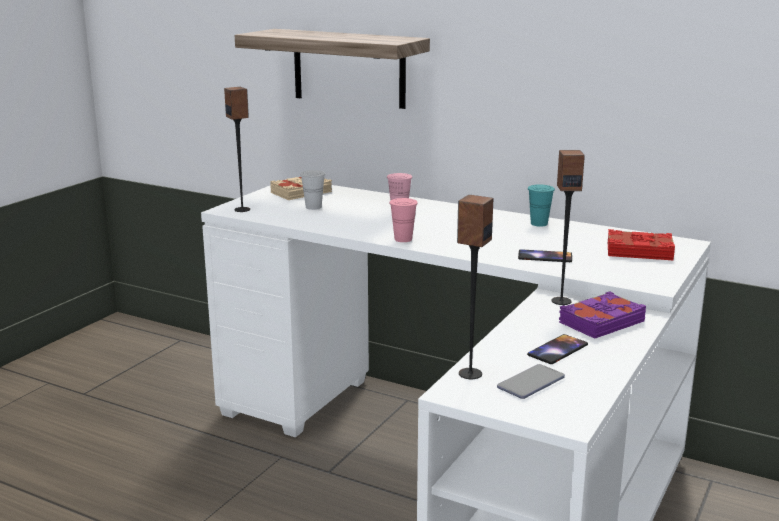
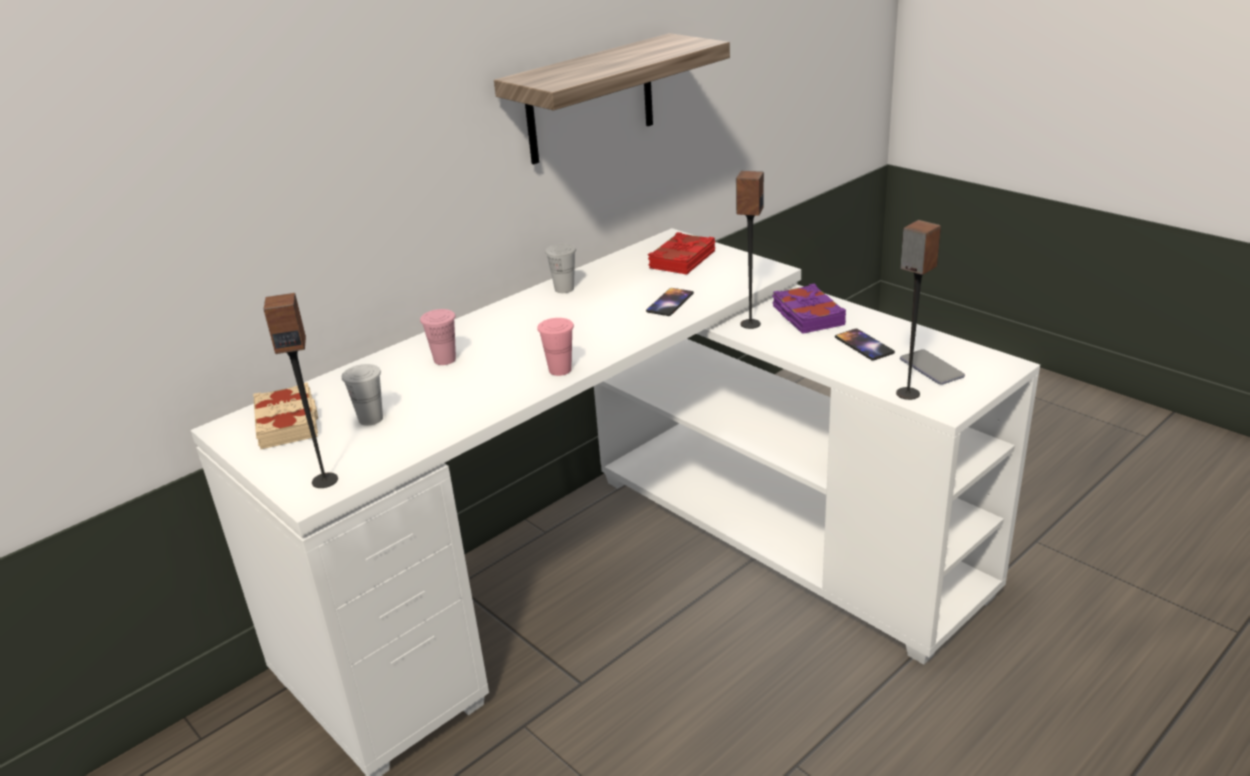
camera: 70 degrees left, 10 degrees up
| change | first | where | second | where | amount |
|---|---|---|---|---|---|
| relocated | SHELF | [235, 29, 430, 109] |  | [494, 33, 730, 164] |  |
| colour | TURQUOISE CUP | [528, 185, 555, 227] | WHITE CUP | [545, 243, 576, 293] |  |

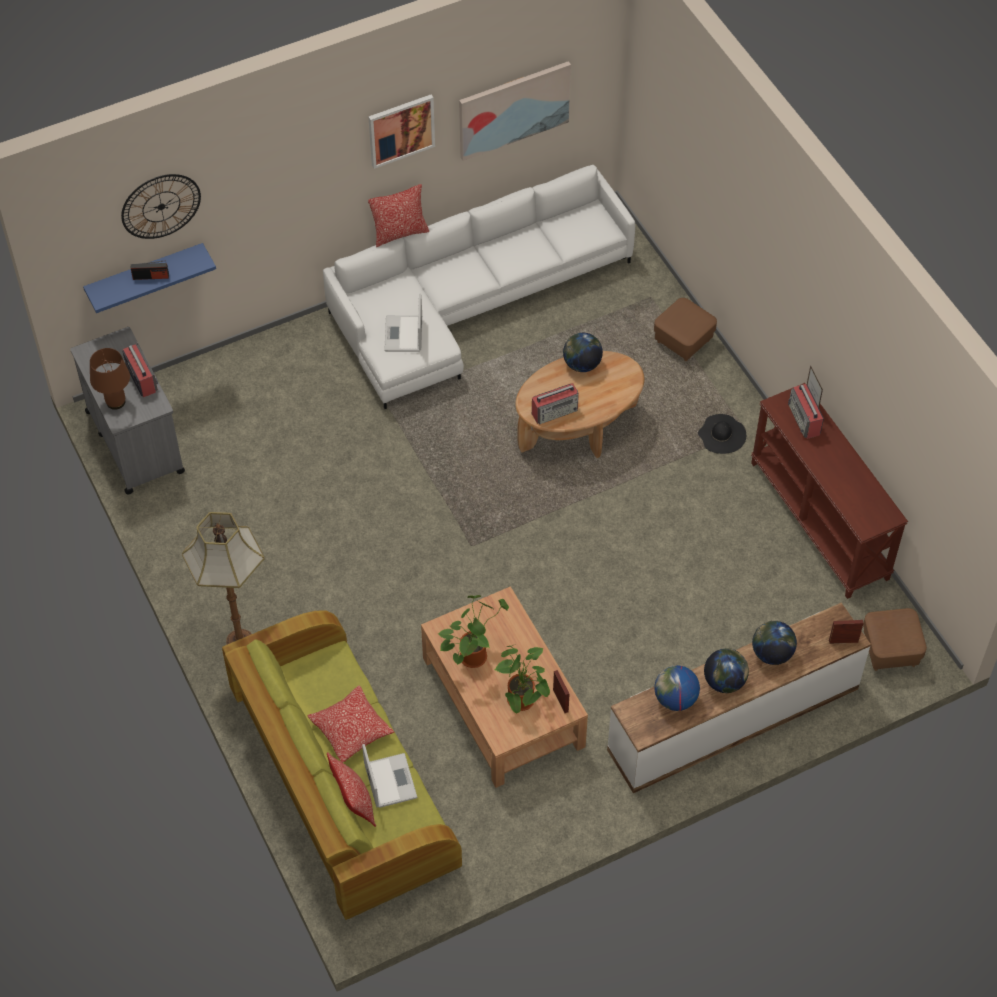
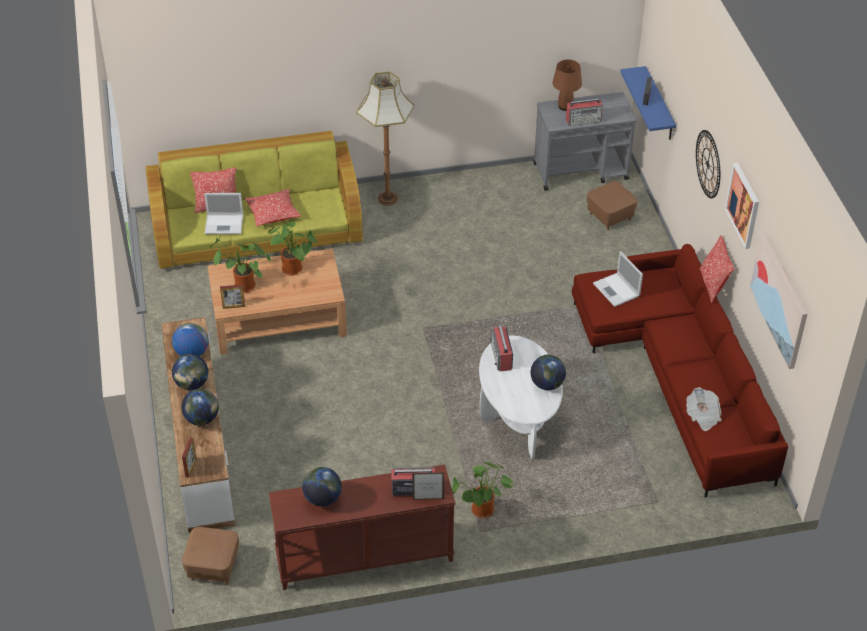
camera: 105 degrees right, 10 degrees down
| change | first | where | second | where | amount |
|---|---|---|---|---|---|
| relocated | WALL CLOCK | [121, 174, 201, 239] |  | [696, 130, 720, 198] |  |
| colour | WHITE SOFA | [323, 165, 635, 409] | RED SOFA | [572, 244, 788, 497] |  |
| spun | LAPTOP | [384, 293, 422, 352] |  | [593, 251, 643, 307] | 135 degrees counterclockwise |
| colour | BROWN COFFEE TABLE | [515, 351, 644, 458] | WHITE COFFEE TABLE | [479, 335, 563, 459] |  |
| relocated | BROWN OTTOMAN | [654, 298, 717, 361] |  | [587, 181, 637, 230] |  |
| exchanged | BLACK HAT | [698, 414, 746, 454] | POTTED PLANT | [452, 462, 514, 518] |  |
| appeared |  |  | GLOBE | [302, 467, 342, 507] |  |
| appeared |  |  | NEWSPAPER | [686, 387, 722, 431] |  |

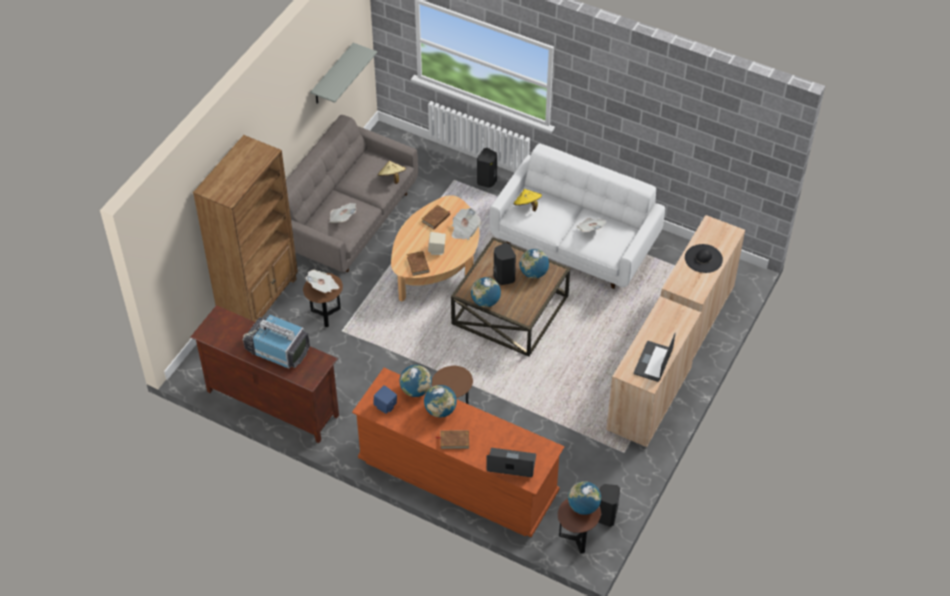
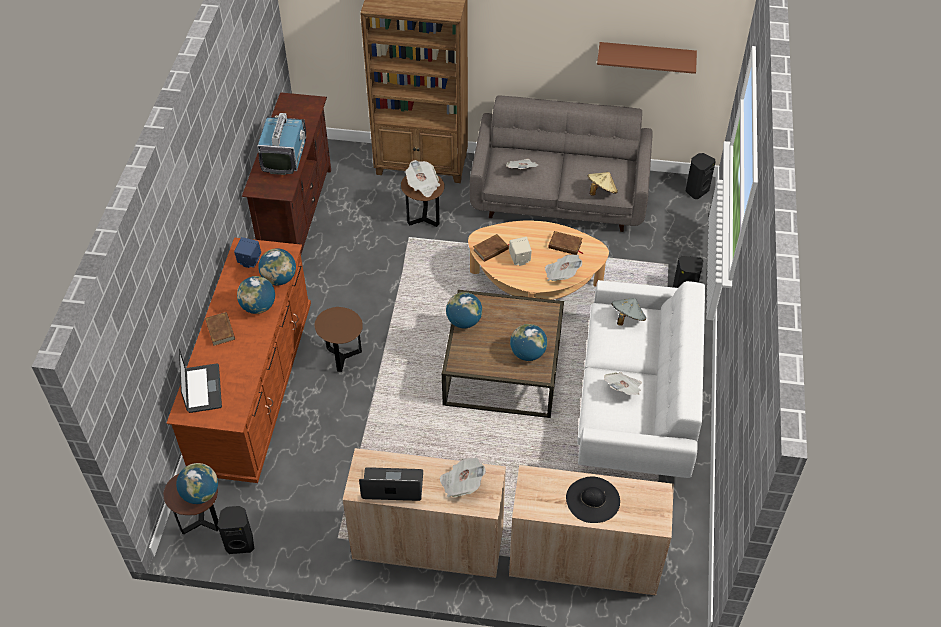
camera: 70 degrees right, 0 degrees up
| change | first | where | second | where | amount |
|---|---|---|---|---|---|
| colour | GREY SHELF | [310, 43, 377, 103] | BROWN SHELF | [597, 42, 697, 74] |  |
| relocated | BLACK SPEAKER | [493, 243, 516, 285] |  | [685, 153, 716, 199] |  |
| colour | YELLOW HAT | [513, 189, 542, 212] | GREY HAT | [612, 298, 646, 326] |  |
| appeared |  |  | NEWSPAPER | [440, 458, 486, 498] |  |

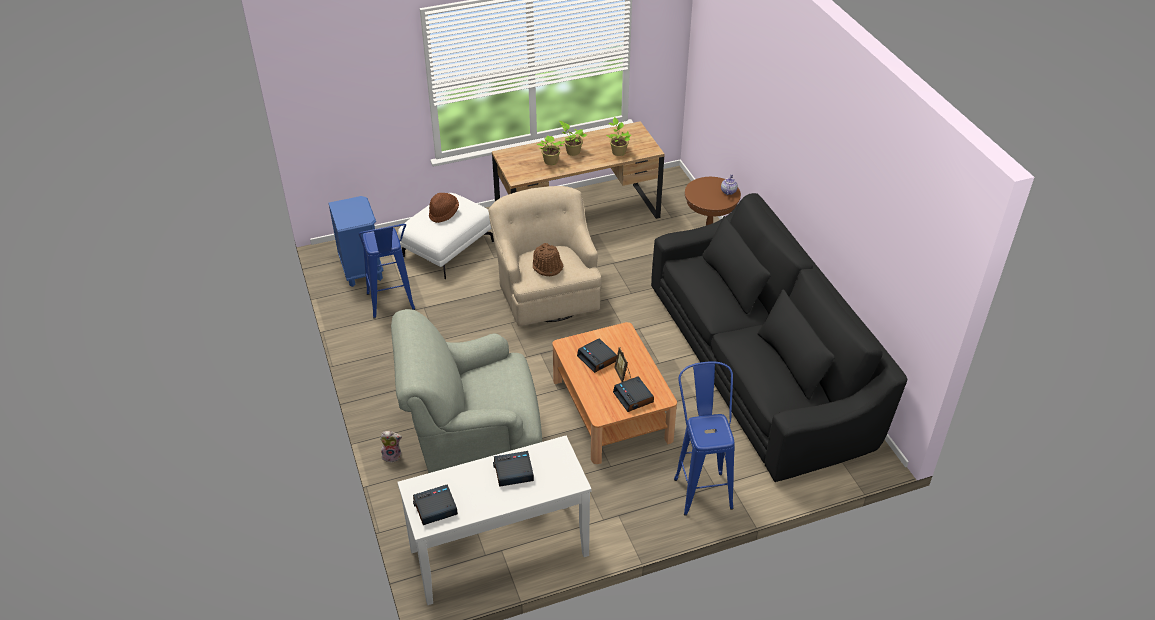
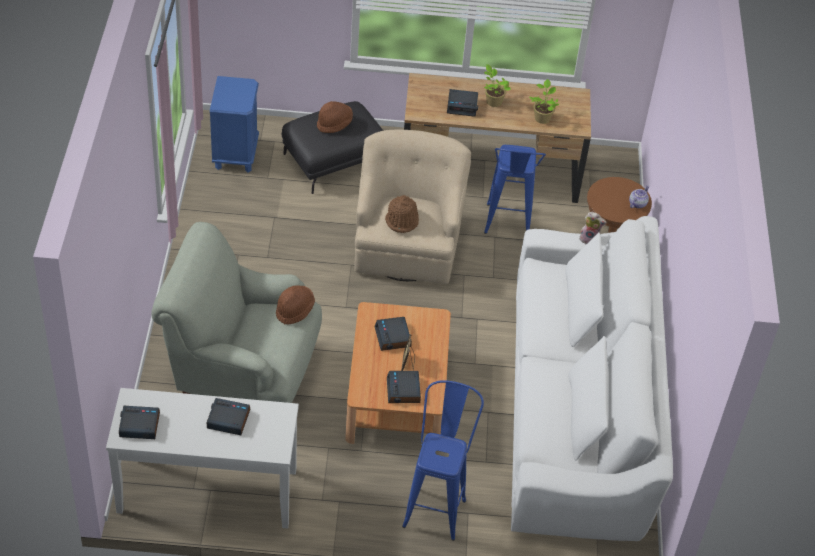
camera: 20 degrees right, 5 degrees up
| change | first | where | second | where | amount |
|---|---|---|---|---|---|
| relocated | BLUE STOOL | [359, 224, 415, 319] |  | [484, 145, 546, 234] |  |
| relocated | PLUSH TOY | [380, 431, 402, 463] |  | [579, 212, 607, 244] |  |
| colour | WHITE OTTOMAN | [398, 193, 494, 279] | BLACK OTTOMAN | [282, 101, 383, 194] |  |
| exchanged | POTTED PLANT | [536, 135, 565, 165] | ALARM CLOCK | [447, 89, 478, 117] |  |
| colour | BLACK SOFA | [651, 193, 907, 482] | WHITE SOFA | [511, 216, 673, 541] |  |
| appeared |  |  | BROWN HAT | [276, 285, 315, 325] |  |

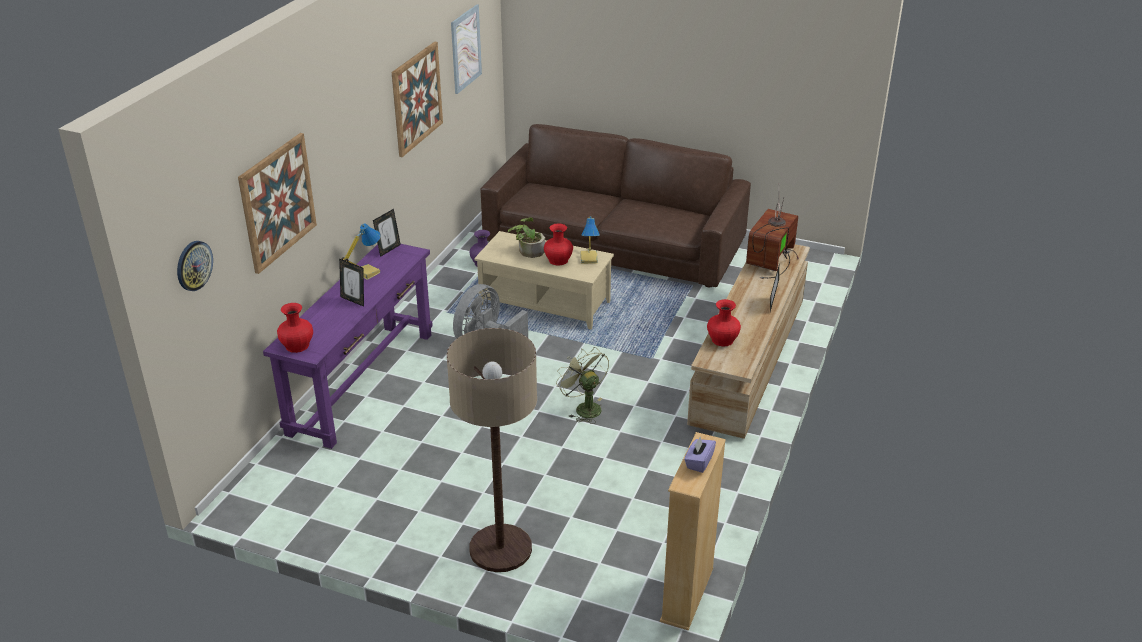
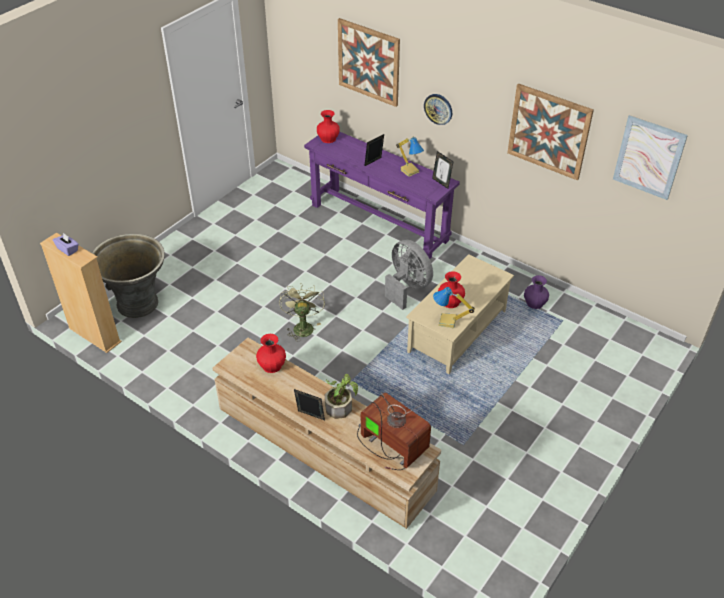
camera: 105 degrees right, 10 degrees up
| change | first | where | second | where | amount |
|---|---|---|---|---|---|
| relocated | WALL CLOCK | [177, 241, 213, 291] |  | [424, 94, 452, 125] |  |
| missing | FLOOR LAMP | [447, 328, 537, 572] |  |  |  |
| missing | BROWN SOFA | [480, 124, 751, 287] |  |  |  |
| relocated | POTTED PLANT | [508, 217, 545, 258] |  | [325, 374, 358, 419] |  |
| spun | GREEN FAN | [556, 347, 609, 424] |  | [279, 283, 325, 342] | 75 degrees counterclockwise |
| appeared |  |  | GREY PLANTER | [92, 234, 165, 318] |  |

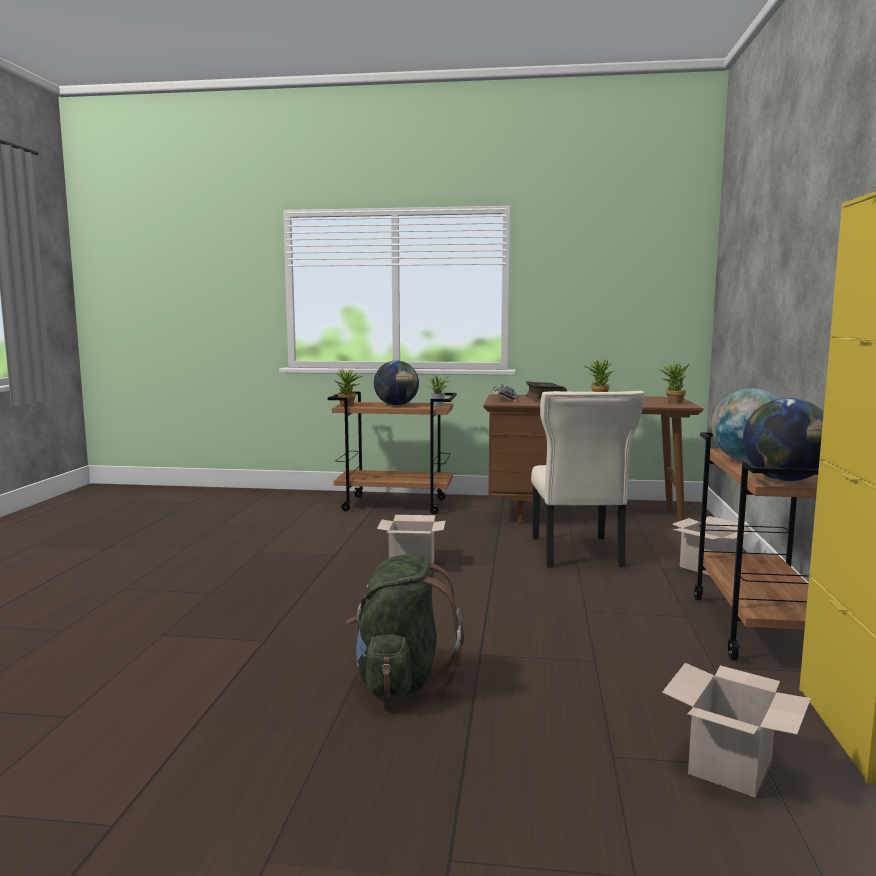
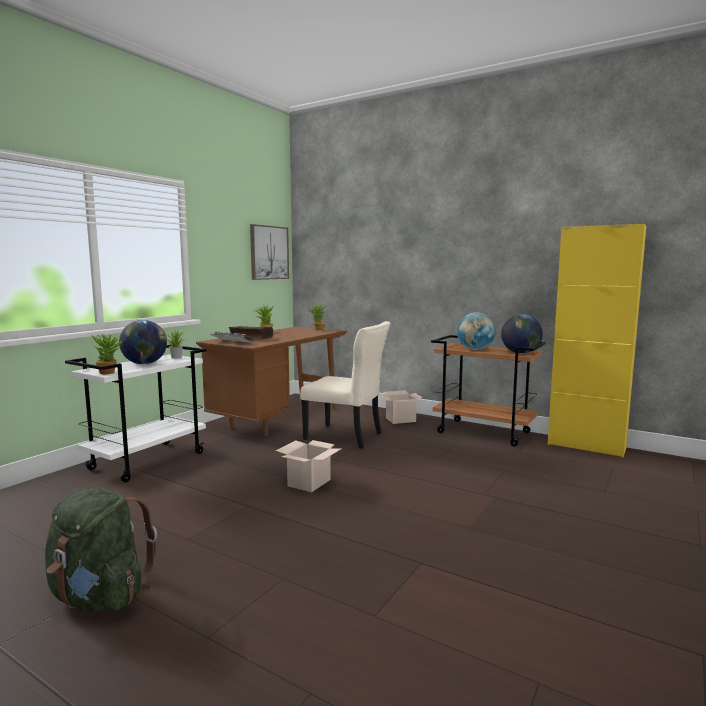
camera: 65 degrees left, 0 degrees up
| change | first | where | second | where | amount |
|---|---|---|---|---|---|
| colour | BROWN CART | [328, 392, 457, 514] | WHITE CART | [65, 345, 206, 483] |  |
| relocated | GREEN BACKPACK | [346, 554, 464, 697] |  | [45, 487, 157, 612] |  |
| missing | CARDBOARD BOX | [662, 663, 811, 797] |  |  |  |
| appeared |  |  | PICTURE | [250, 224, 289, 280] |  |

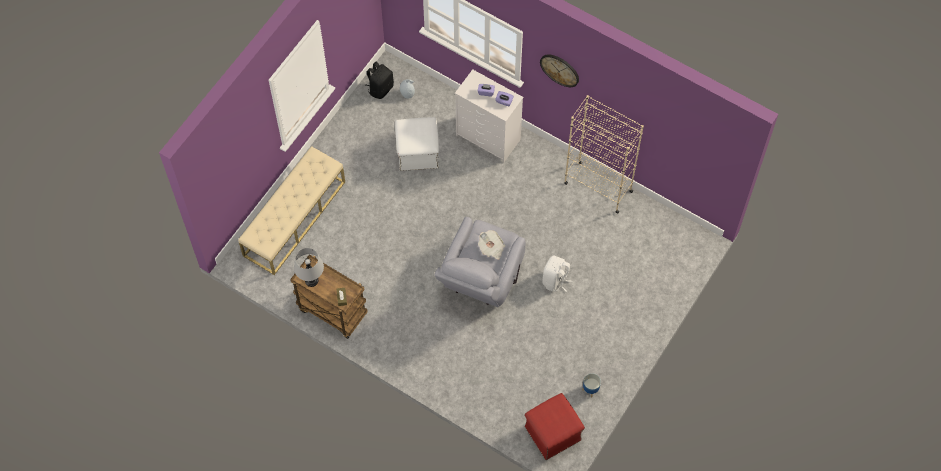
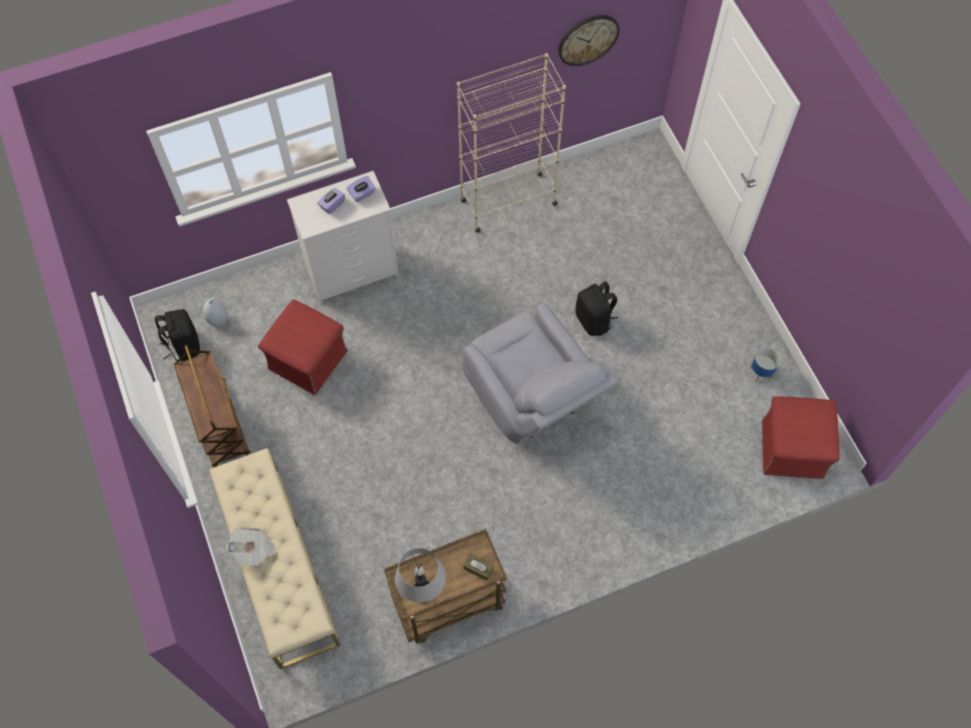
camera: 55 degrees left, 0 degrees up
| change | first | where | second | where | amount |
|---|---|---|---|---|---|
| colour | WHITE OTTOMAN | [395, 117, 439, 171] | RED OTTOMAN | [258, 299, 348, 395] |  |
| relocated | NEWSPAPER | [478, 230, 505, 260] |  | [226, 527, 277, 567] |  |
| relocated | WALL CLOCK | [540, 55, 579, 87] |  | [558, 15, 619, 66] |  |
| colour | WHITE BACKPACK | [542, 256, 572, 292] | BLACK BACKPACK | [575, 281, 618, 336] |  |
| appeared |  |  | BROWN CART | [174, 344, 250, 468] |  |

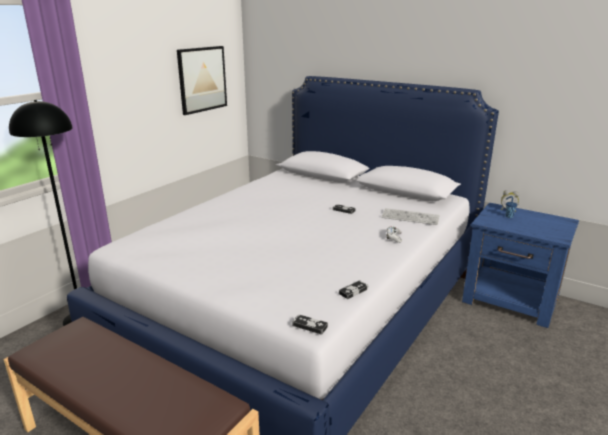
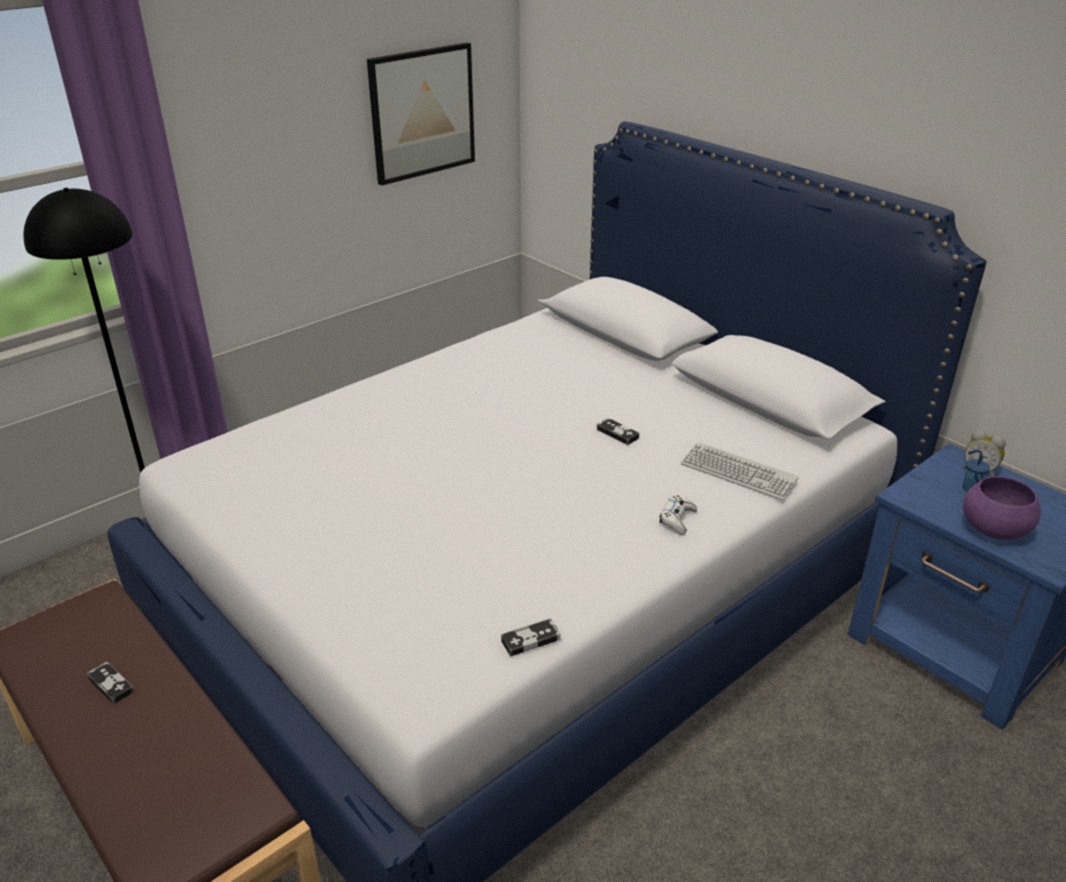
camera: 15 degrees right, 10 degrees up
| change | first | where | second | where | amount |
|---|---|---|---|---|---|
| relocated | GAME CONTROLLER | [292, 314, 328, 335] |  | [86, 662, 134, 704] |  |
| appeared |  |  | PURPLE BOWL | [963, 476, 1041, 540] |  |

